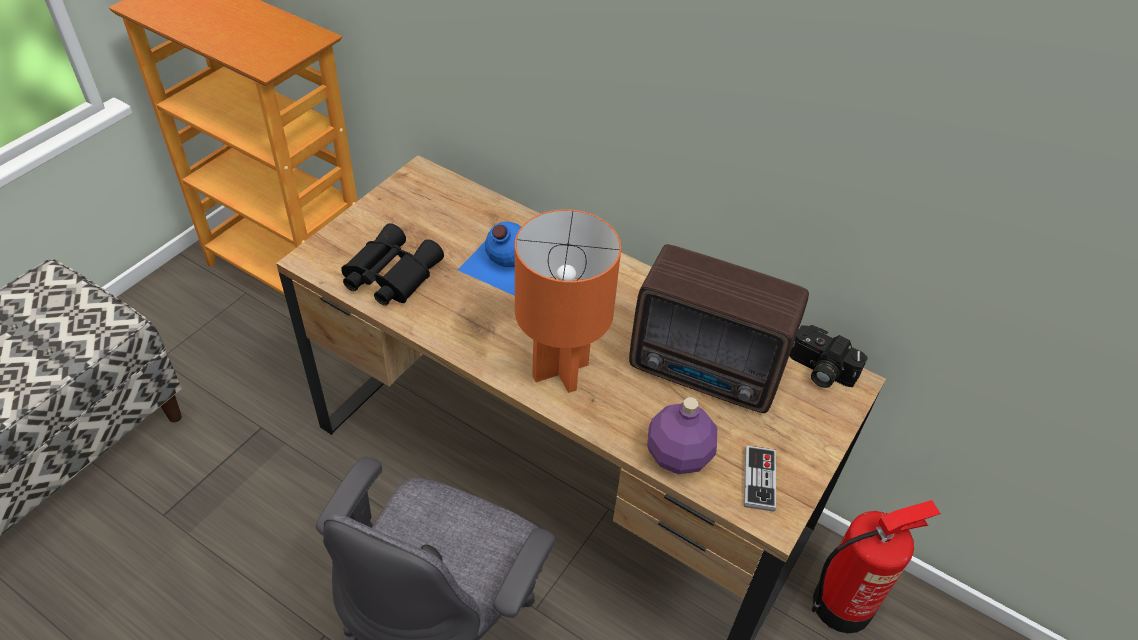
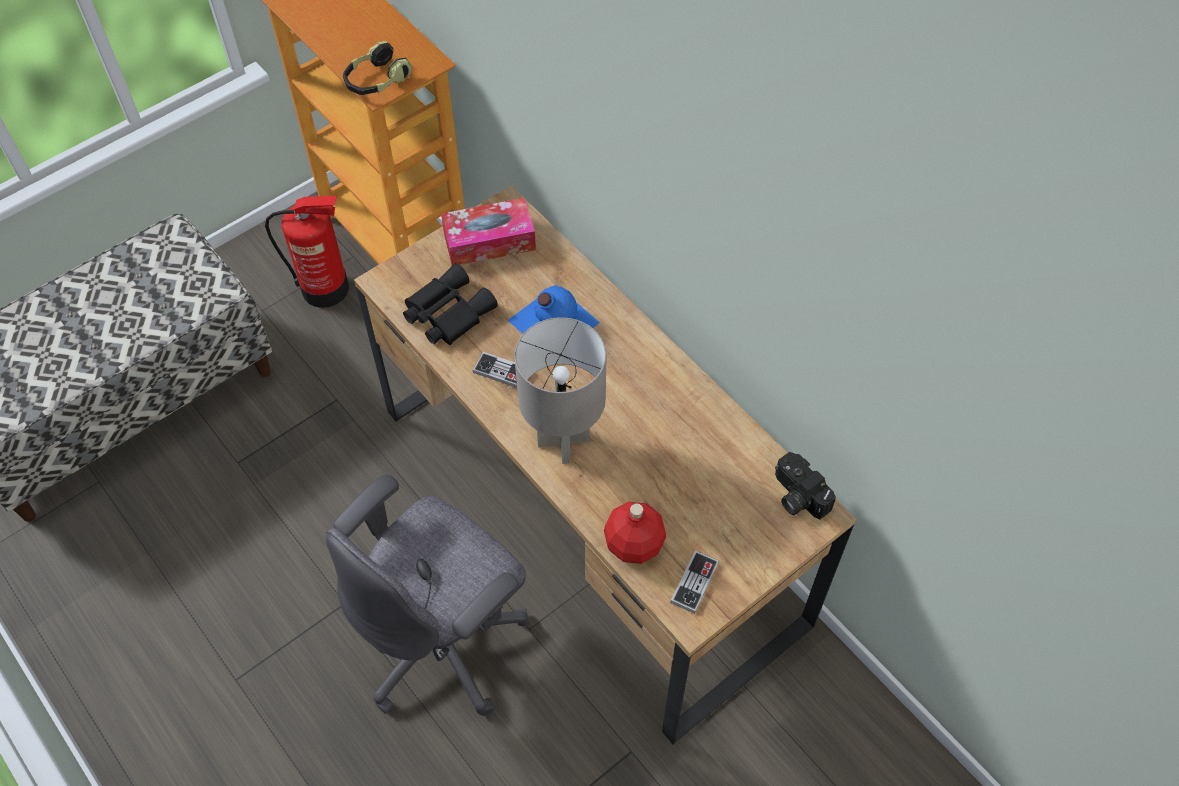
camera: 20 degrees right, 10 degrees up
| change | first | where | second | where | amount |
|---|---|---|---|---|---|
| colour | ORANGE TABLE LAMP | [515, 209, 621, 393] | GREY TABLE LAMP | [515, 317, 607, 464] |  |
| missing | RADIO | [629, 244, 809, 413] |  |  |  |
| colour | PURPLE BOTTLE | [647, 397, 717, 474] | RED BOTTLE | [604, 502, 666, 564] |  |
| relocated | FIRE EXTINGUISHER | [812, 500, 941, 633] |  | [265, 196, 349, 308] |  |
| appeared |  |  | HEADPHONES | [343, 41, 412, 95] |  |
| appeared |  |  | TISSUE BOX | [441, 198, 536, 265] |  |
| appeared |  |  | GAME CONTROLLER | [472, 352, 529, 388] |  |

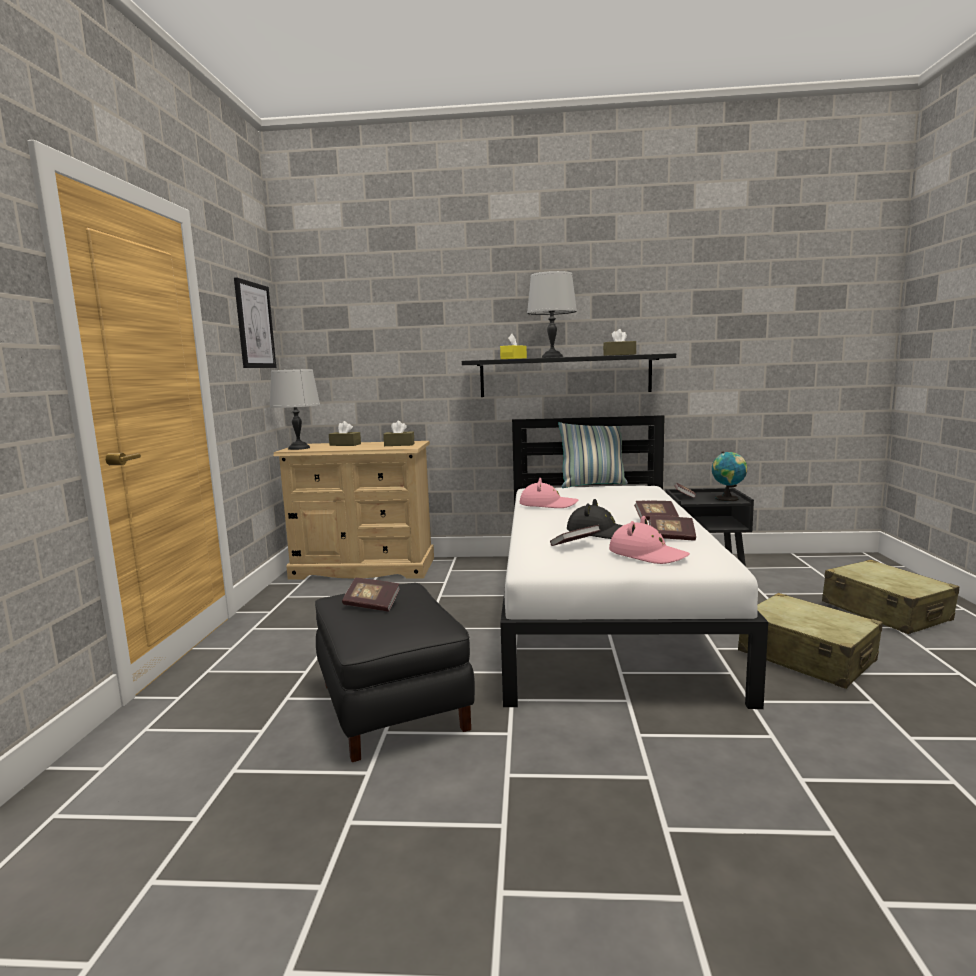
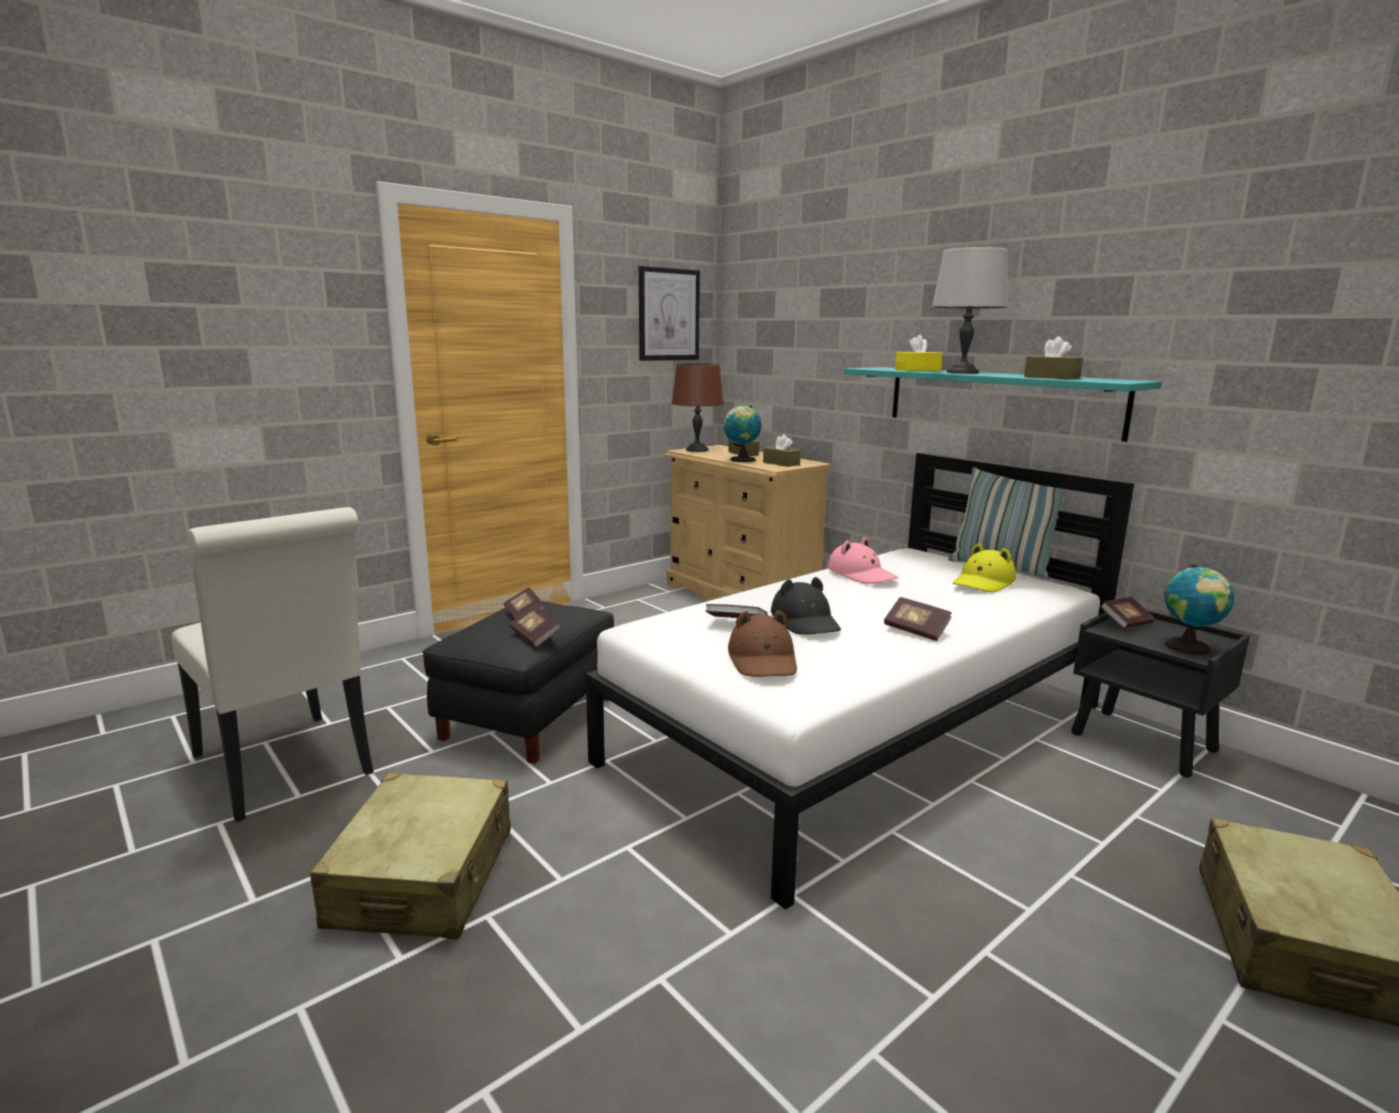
camera: 45 degrees right, 5 degrees up
| change | first | where | second | where | amount |
|---|---|---|---|---|---|
| colour | GREY TABLE LAMP | [270, 369, 320, 450] | BROWN TABLE LAMP | [671, 363, 724, 452] |  |
| colour | BLACK SHELF | [462, 353, 676, 397] | TURQUOISE SHELF | [844, 367, 1162, 442] |  |
| colour | PINK HAT | [609, 516, 690, 564] | BROWN HAT | [728, 610, 797, 677] |  |
| relocated | BOOK | [649, 516, 696, 541] |  | [510, 605, 562, 647] |  |
| relocated | BEIGE SUITCASE | [738, 593, 883, 689] |  | [310, 773, 511, 939] |  |
| appeared |  |  | WHITE CHAIR | [172, 507, 374, 822] |  |
| appeared |  |  | GLOBE | [724, 405, 762, 462] |  |
| appeared |  |  | YELLOW HAT | [953, 543, 1016, 593] |  |

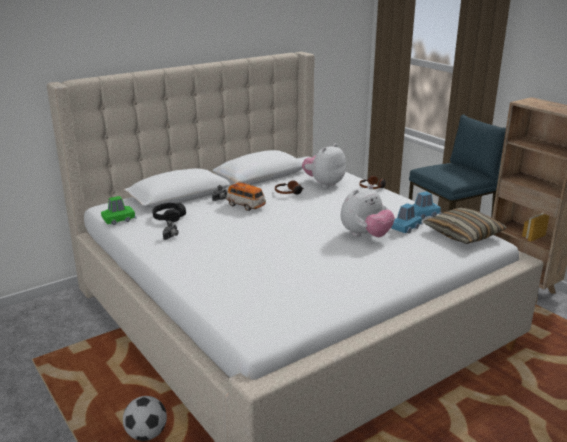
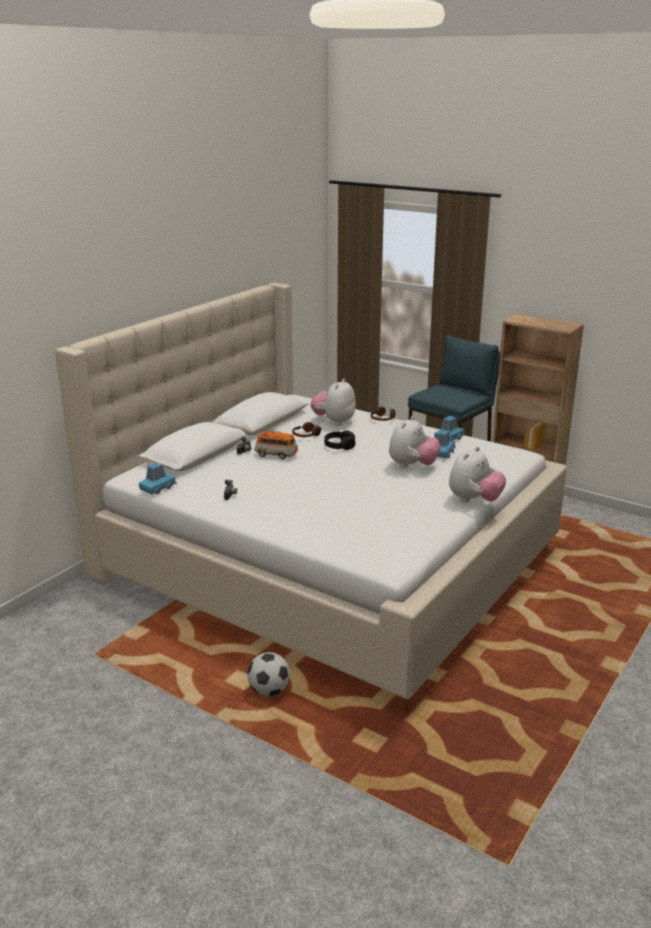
camera: 20 degrees left, 0 degrees up
| change | first | where | second | where | amount |
|---|---|---|---|---|---|
| colour | GREEN TOY CAR | [101, 196, 137, 225] | BLUE TOY CAR | [139, 463, 177, 494] |  |
| relocated | BLACK HEADPHONES | [153, 203, 186, 223] |  | [324, 430, 355, 450] |  |
| missing | PILLOW | [423, 208, 507, 244] |  |  |  |
| appeared |  |  | PLUSH TOY | [449, 447, 506, 502] |  |

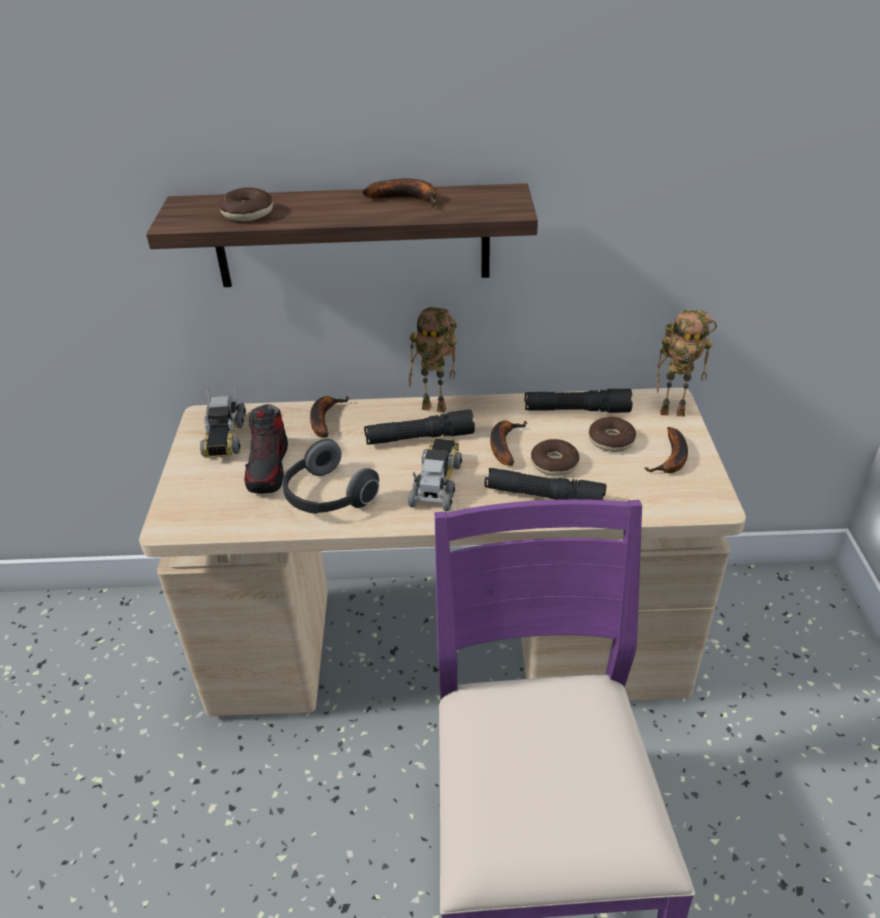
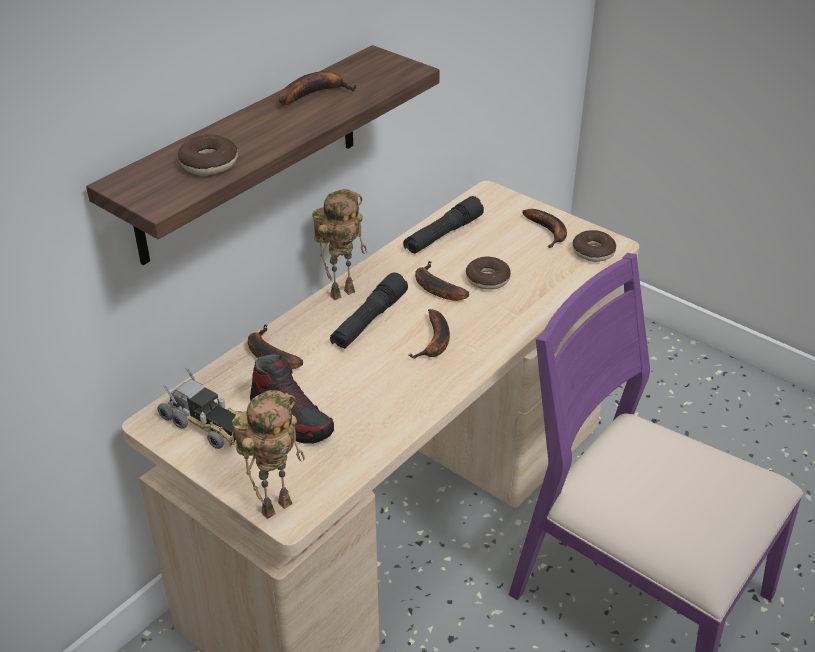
camera: 50 degrees left, 0 degrees up
| change | first | where | second | where | amount |
|---|---|---|---|---|---|
| missing | HEADPHONES | [282, 439, 379, 514] |  |  |  |
| exchanged | TOY TRUCK | [408, 438, 462, 511] | BANANA | [408, 309, 450, 359] |  |
| missing | BLACK FLASHLIGHT | [484, 468, 606, 500] |  |  |  |
| relocated | DONUT | [589, 417, 636, 452] |  | [573, 230, 616, 262] |  |
| relocated | TOY ROBOT | [656, 310, 717, 417] |  | [232, 390, 305, 519] |  |

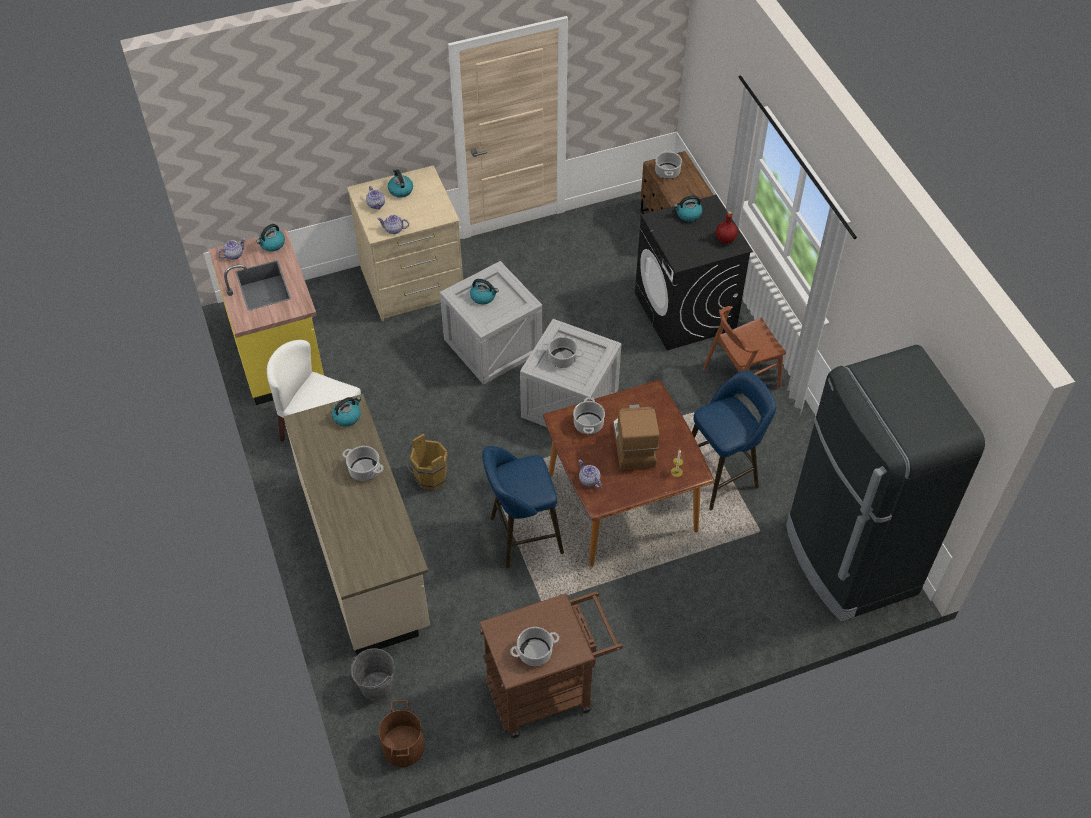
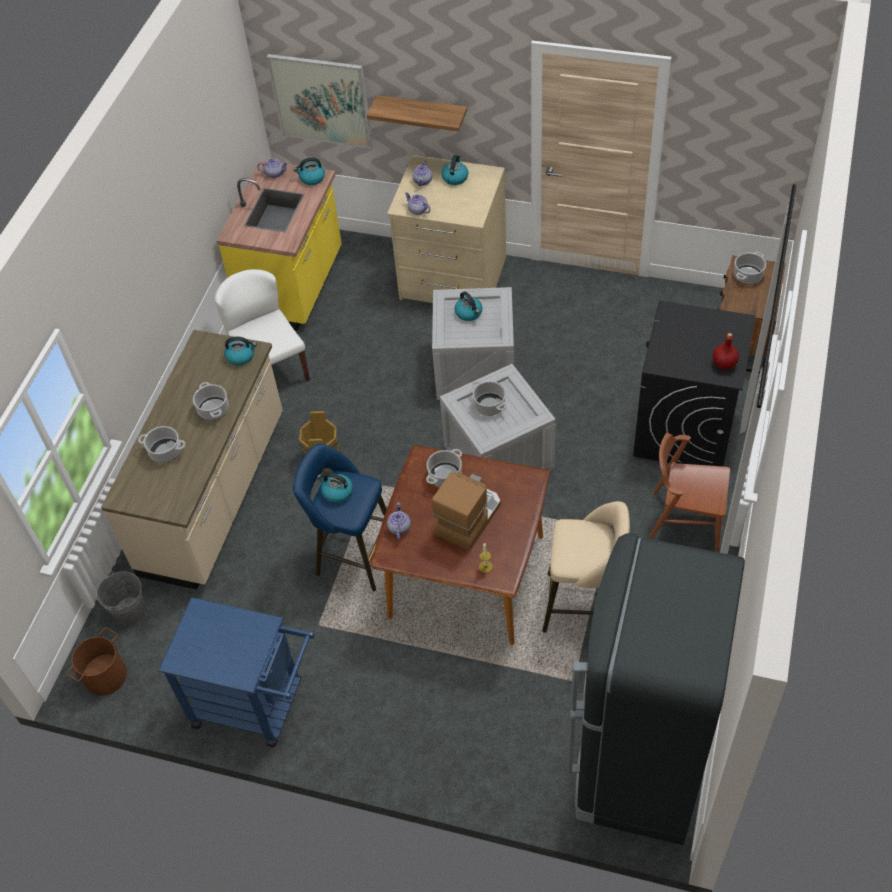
camera: 40 degrees right, 0 degrees up
| change | first | where | second | where | amount |
|---|---|---|---|---|---|
| colour | BROWN CART | [479, 591, 623, 738] | BLUE CART | [158, 597, 315, 748] |  |
| relocated | COOKING POT | [511, 627, 559, 666] |  | [138, 426, 186, 463] |  |
| relocated | KETTLE | [674, 195, 702, 221] |  | [317, 473, 353, 503] |  |
| colour | BLUE STOOL | [692, 370, 776, 510] | BEIGE STOOL | [542, 501, 630, 633] |  |
| appeared |  |  | PICTURE | [266, 54, 373, 148] |  |
| appeared |  |  | SHELF | [367, 95, 467, 132] |  |

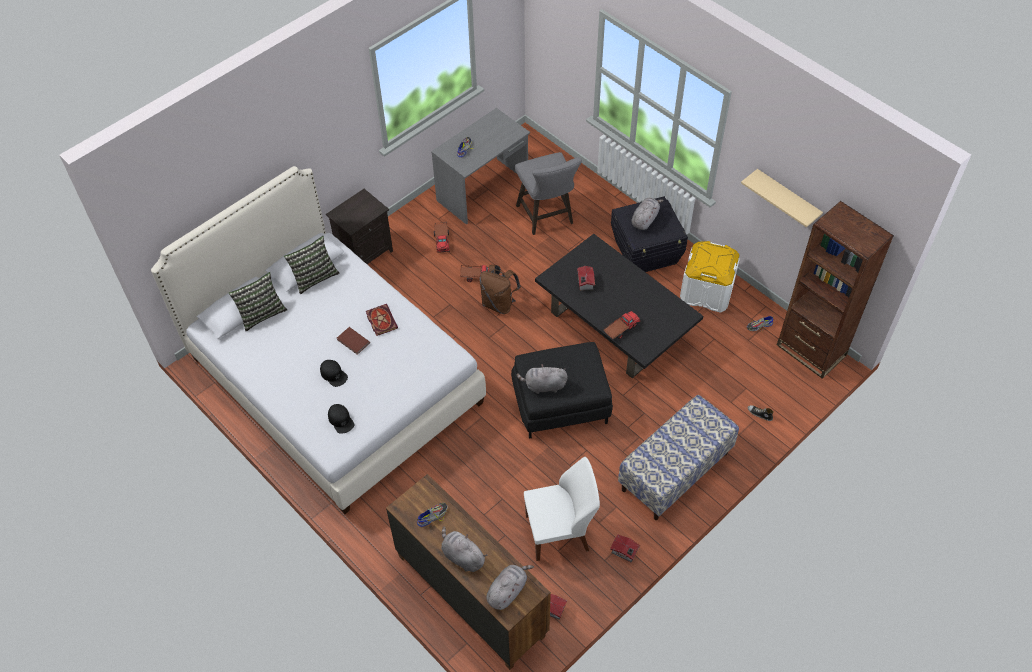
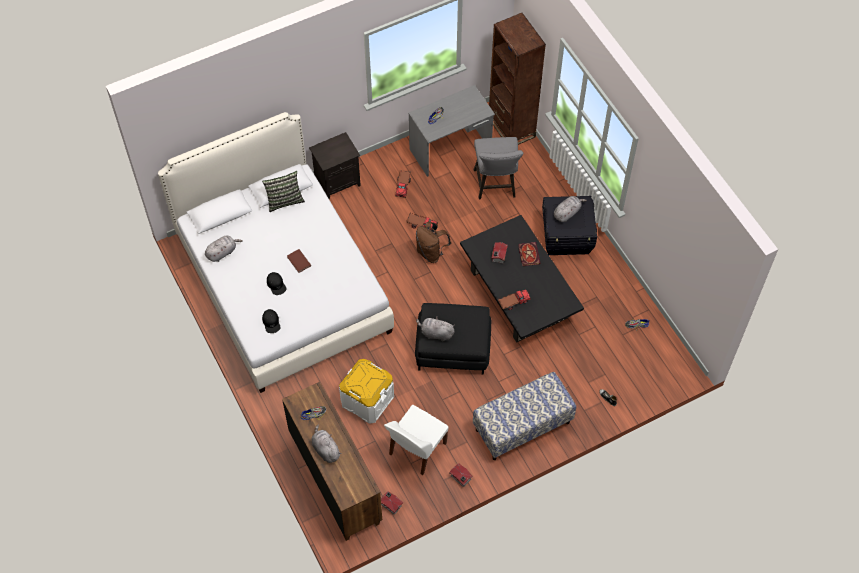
camera: 15 degrees right, 5 degrees up
| change | first | where | second | where | amount |
|---|---|---|---|---|---|
| missing | PILLOW | [229, 272, 287, 331] |  |  |  |
| relocated | BOOK | [366, 304, 398, 336] |  | [518, 242, 541, 266] |  |
| relocated | GREY PLUSH TOY | [486, 565, 534, 610] |  | [205, 235, 243, 262] |  |
| spun | WHITE CHAIR | [524, 457, 600, 561] |  | [384, 405, 448, 475] | 120 degrees clockwise |
| relocated | WHITE STORAGE BOX | [680, 241, 740, 313] |  | [339, 359, 394, 424] |  |
| missing | BEIGE SHELF | [741, 169, 823, 227] |  |  |  |
| relocated | BROWN BOOKCASE | [777, 201, 894, 379] |  | [489, 13, 546, 145] |  |

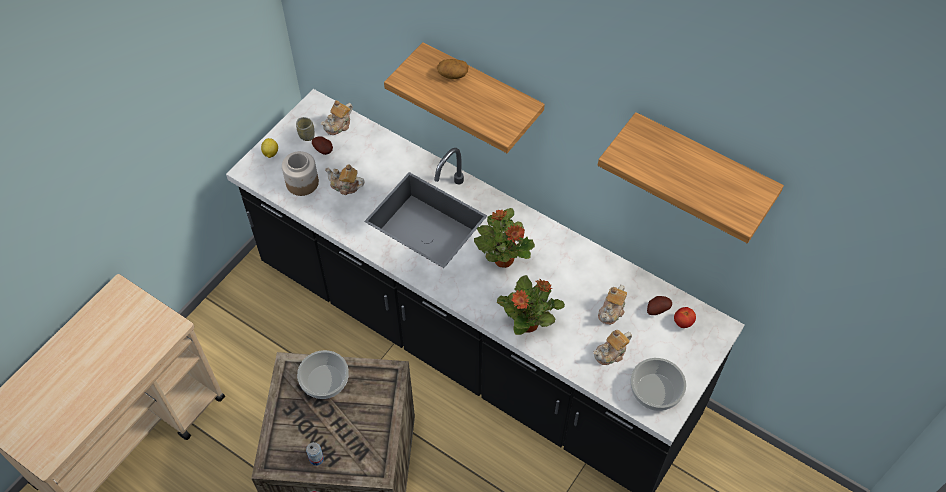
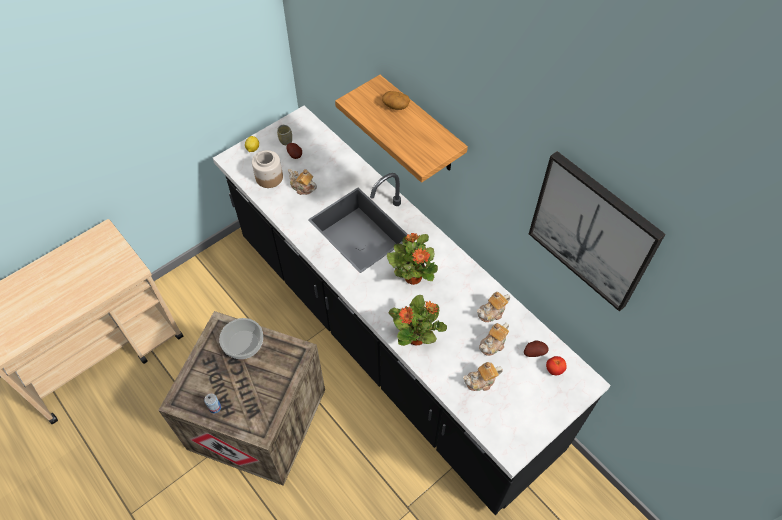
camera: 15 degrees right, 0 degrees up
| change | first | where | second | where | amount |
|---|---|---|---|---|---|
| relocated | TEAPOT | [321, 100, 353, 135] |  | [477, 292, 510, 322] |  |
| exchanged | SHELF | [598, 112, 784, 243] | PICTURE | [529, 151, 665, 312] |  |
| missing | BOWL | [630, 358, 686, 411] |  |  |  |

